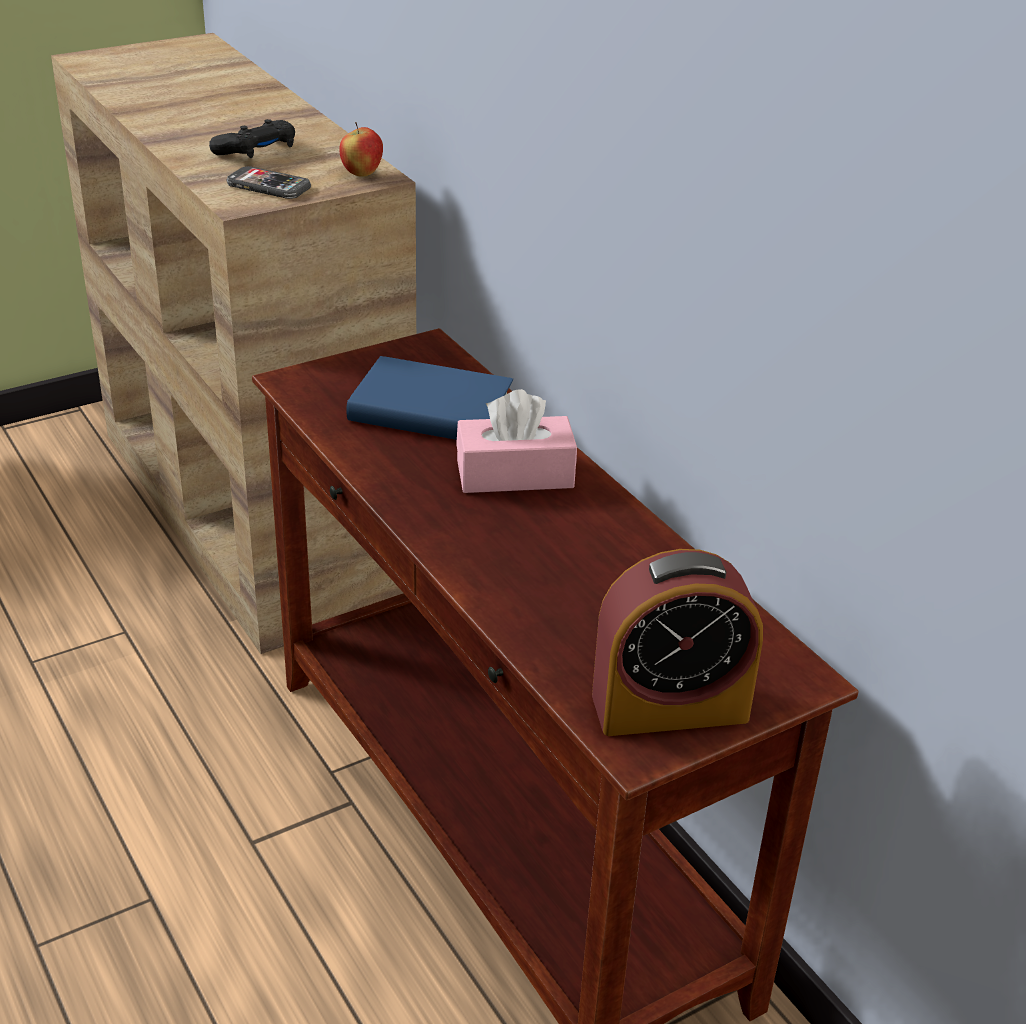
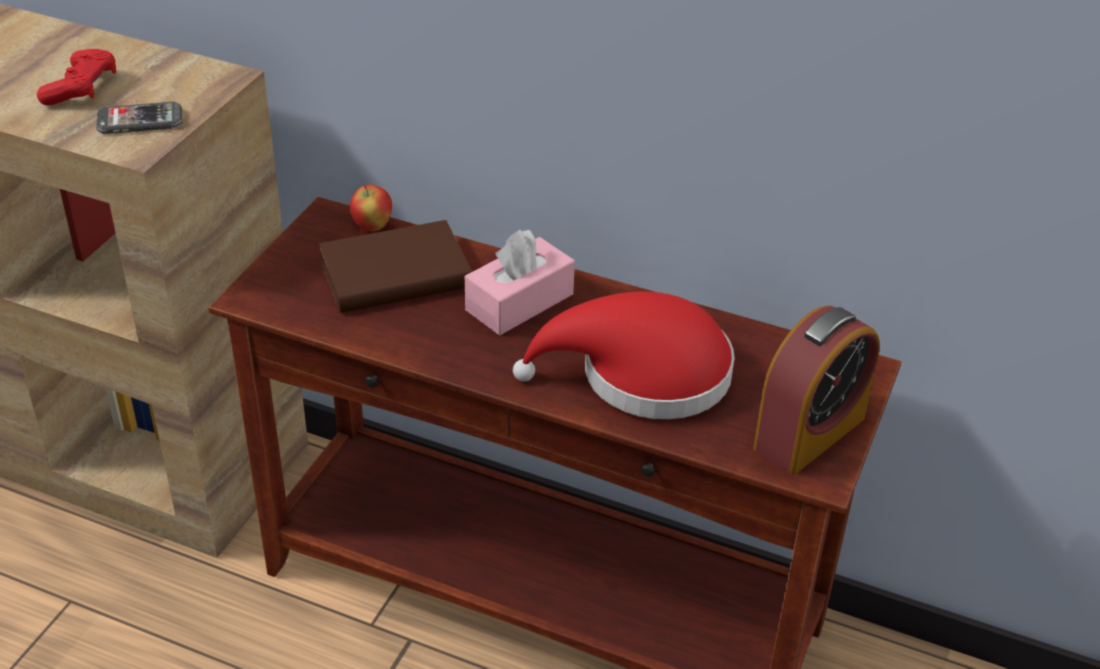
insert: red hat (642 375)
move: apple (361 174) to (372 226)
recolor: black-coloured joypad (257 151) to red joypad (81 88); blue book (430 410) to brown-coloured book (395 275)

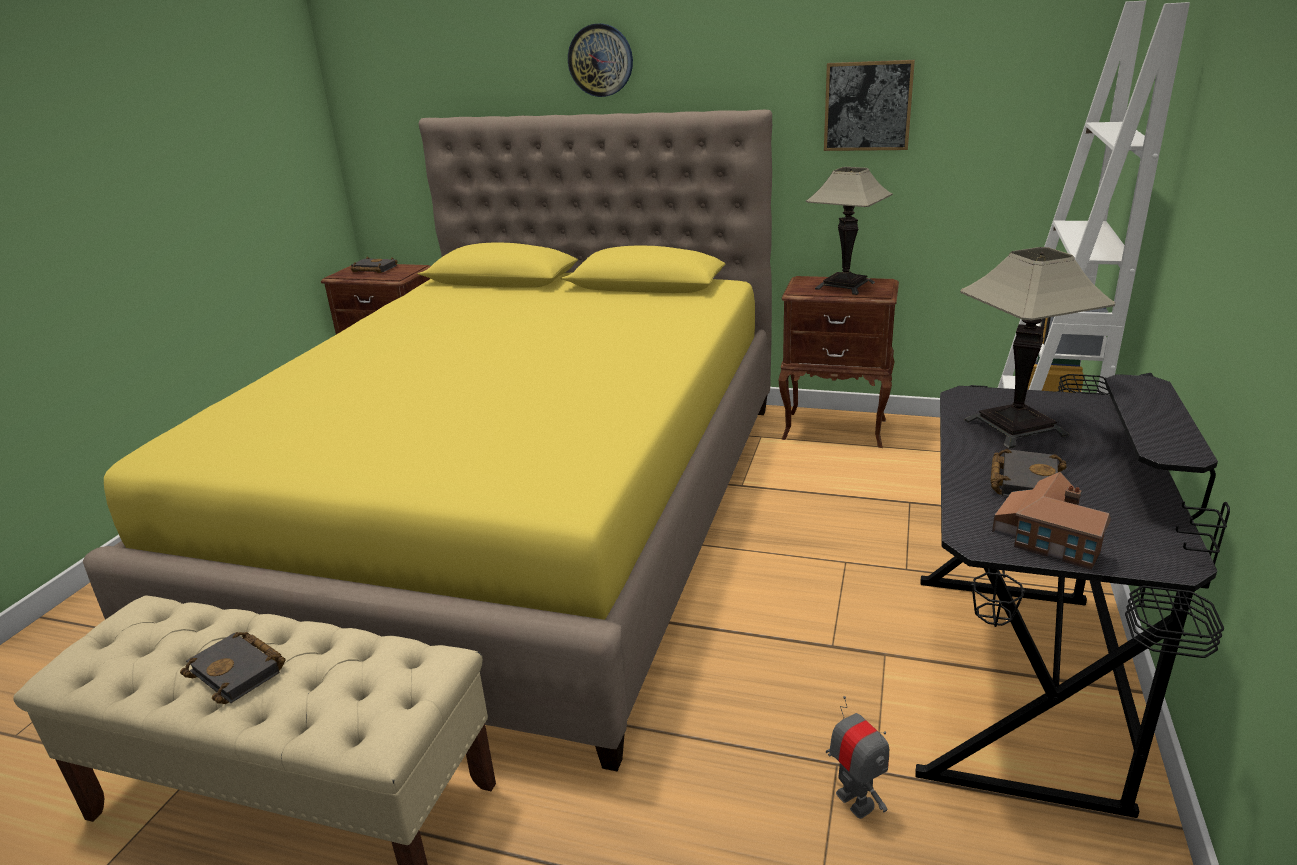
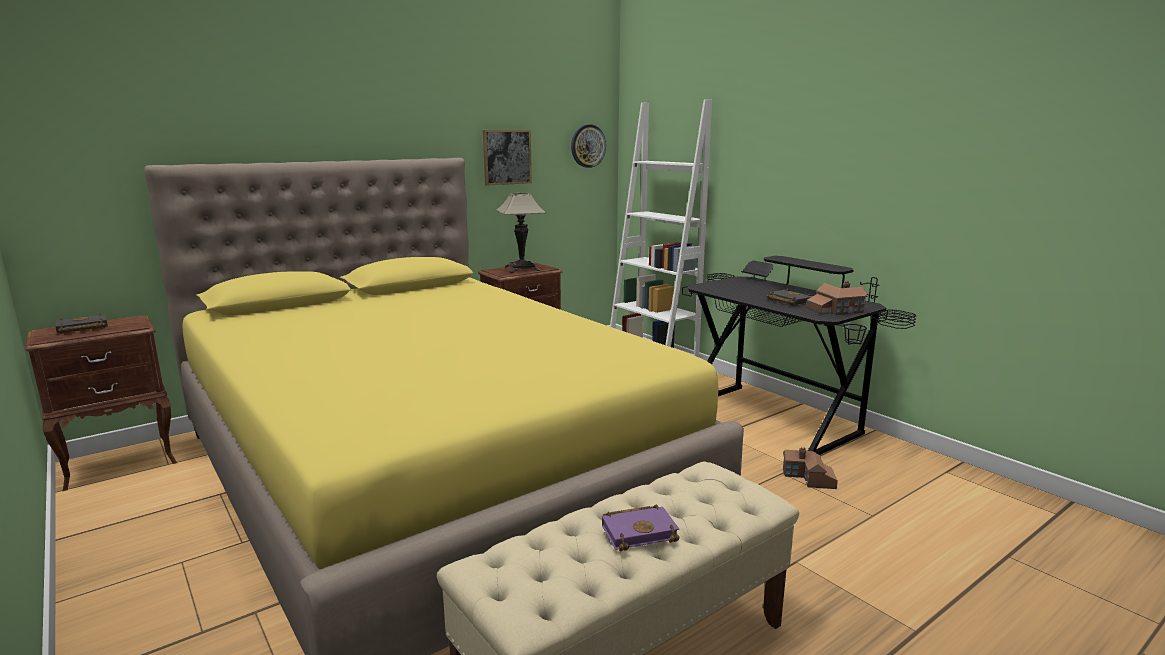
delete: lamp for a table (1015 427)
move: clock on the wall (600 60) to (587 146)
replace: robot figure (855 801) to miniature house (809 478)
recolor: black-coloured book (240 672) to purple-coloured book (640 531)

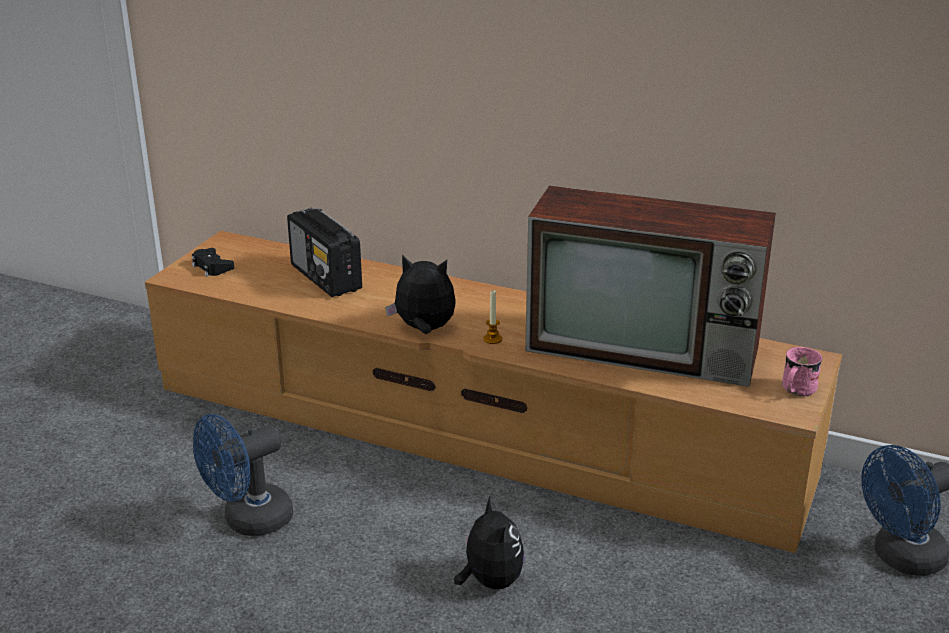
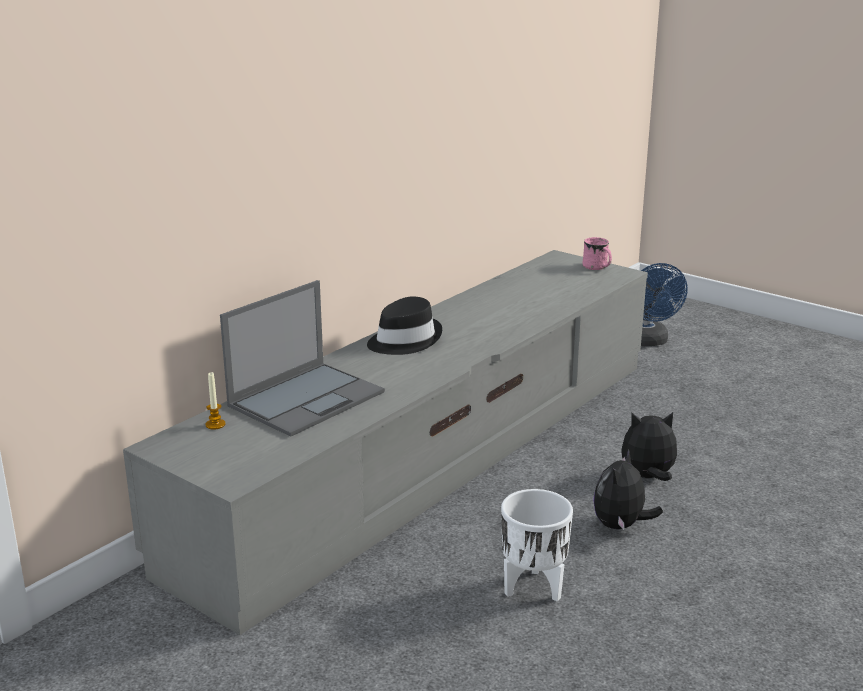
delete: black-coloured joypad (212 267); TV set (647 349)
insert: black-coloured hat (404 340)
move: wax candle (492 339) to (215 424); cuddly toy (424 330) to (621 526)
replace: radio receiver (326 278) to laptop (307 398); blue fan (248 521) to white-coloured plant pot (533 587)
recolor: brown-coloured tv unit (475 427) to greyish tv unit (430 454)

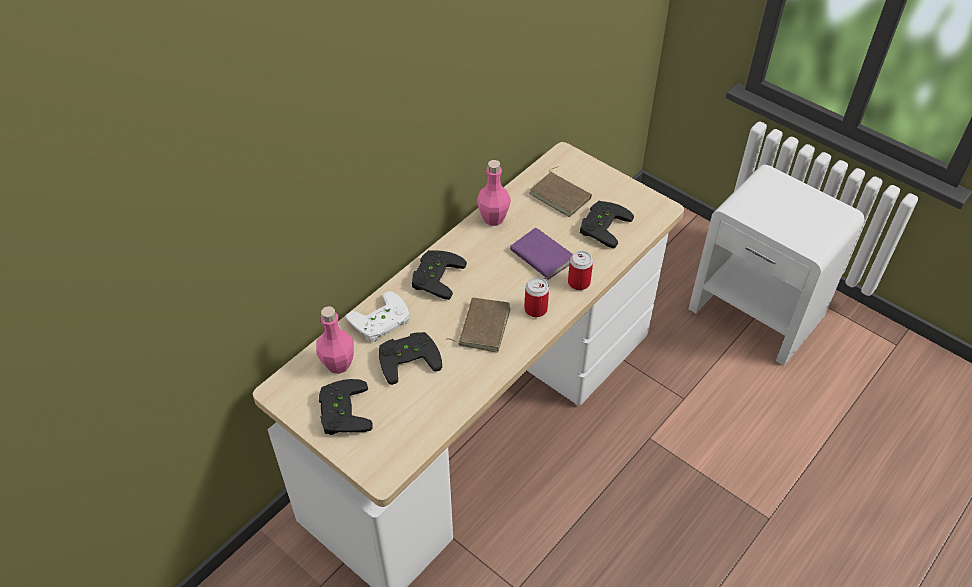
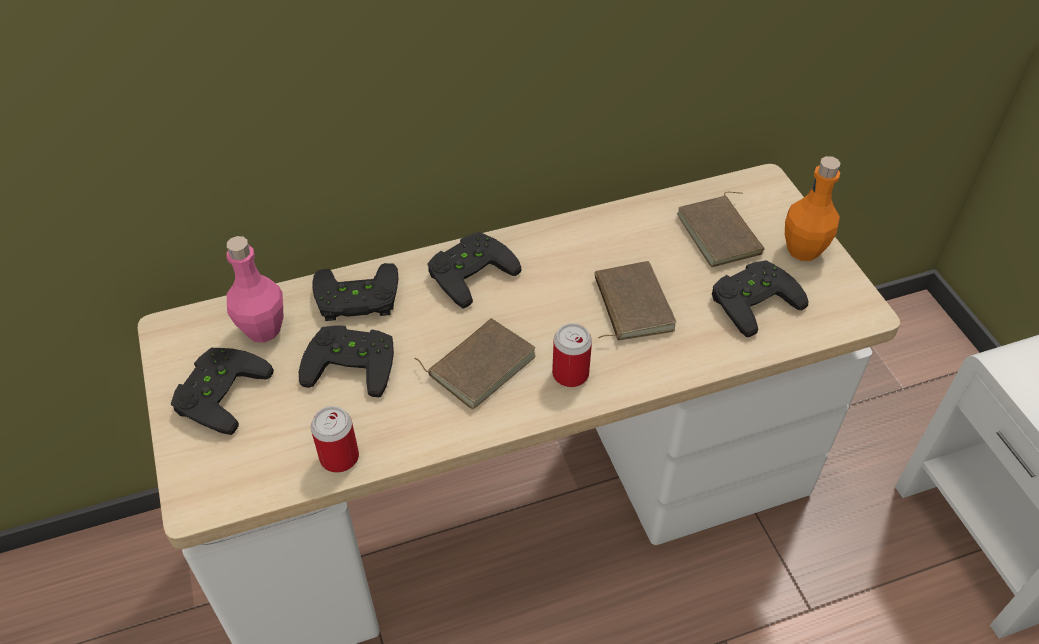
delete: pink drink bottle (493 218)
insert: orangey drink bottle (803 250)
move: metal can (579 282) to (339 457)
recolor: white-coloured joypad (381 322) to black-coloured joypad (356 300); purple-coloured book (540 257) to brown-coloured book (630 305)

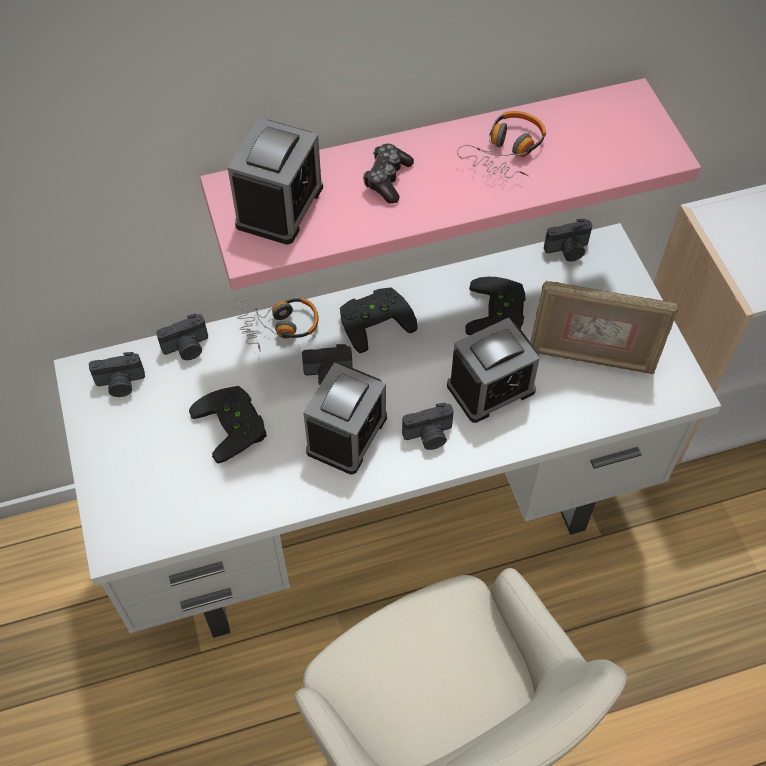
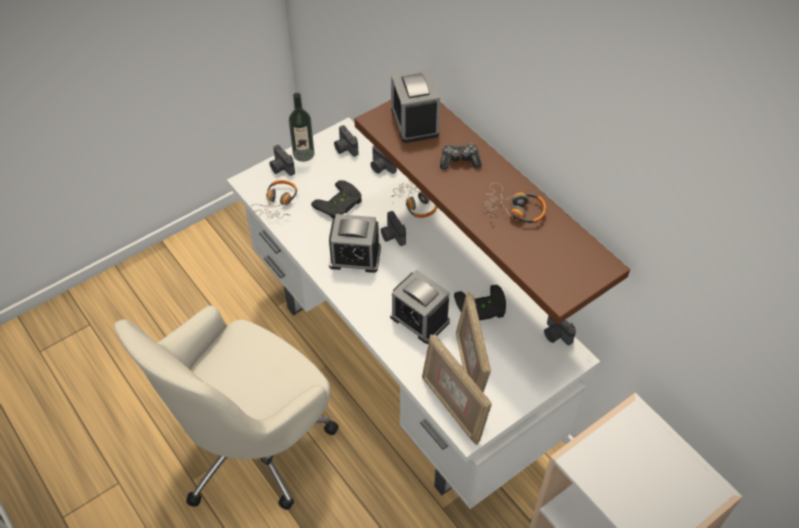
delete: black-coloured joypad (374 319)
insert: headset (277 203); drink bottle (303 154); photo frame (452 407)
move: photo camera (429 436) to (281 168)
recolor: pink bracket shelf (428 162) to brown-coloured bracket shelf (513 192)
rotate: bedside clock (279 206) = (414 122) 75 degrees clockwise

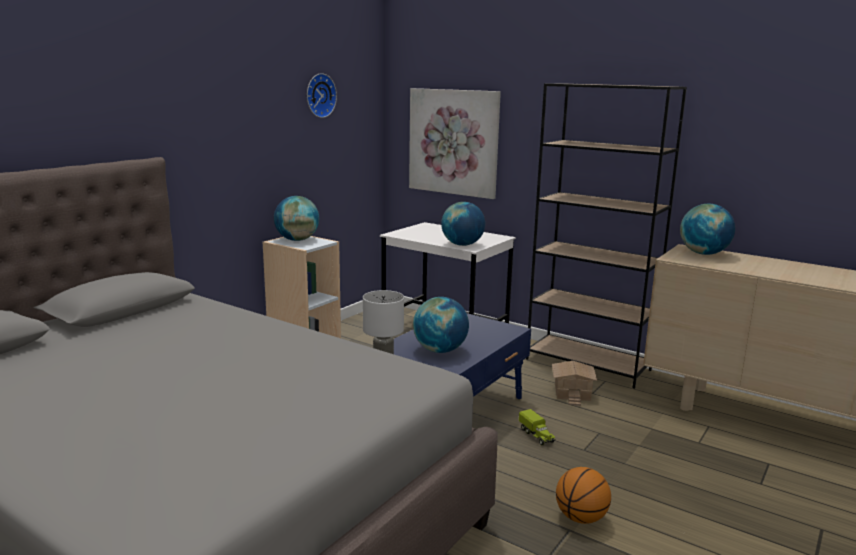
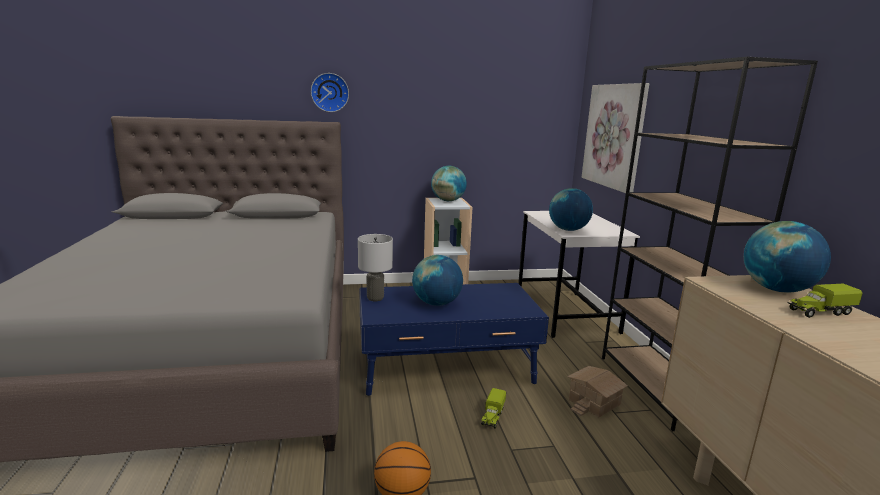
insert: toy lorry (819 312)
move: clock on the wall (319 95) to (330 92)

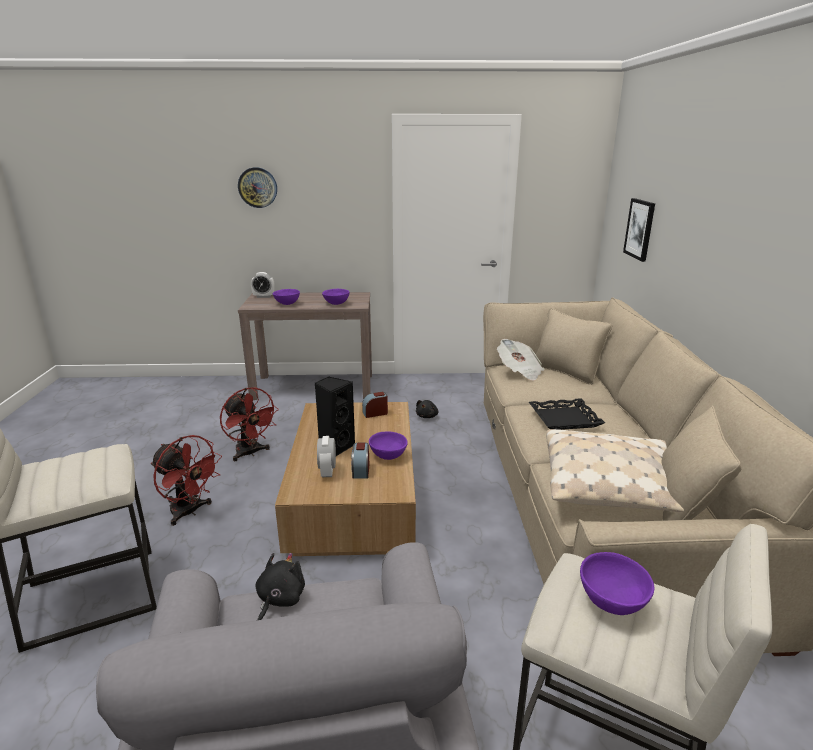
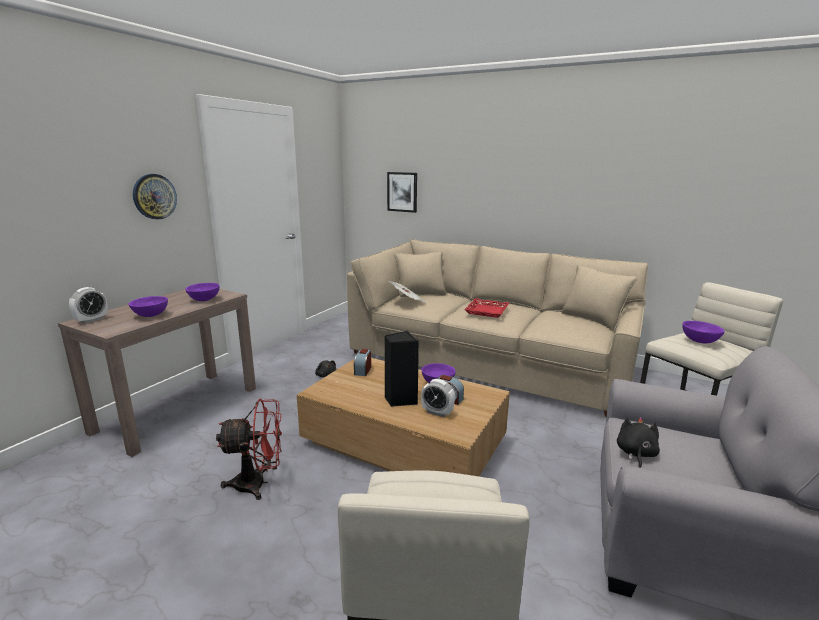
delete: red fan (190 512); beige-coloured pillow (609 485)
move: clock on the wall (257 187) to (154 196)
recolor: black-coloured carrying tray (564 419) to red carrying tray (487 311)
rotate: black-coloured cuddly toy (279 599) = (635 453) 60 degrees clockwise

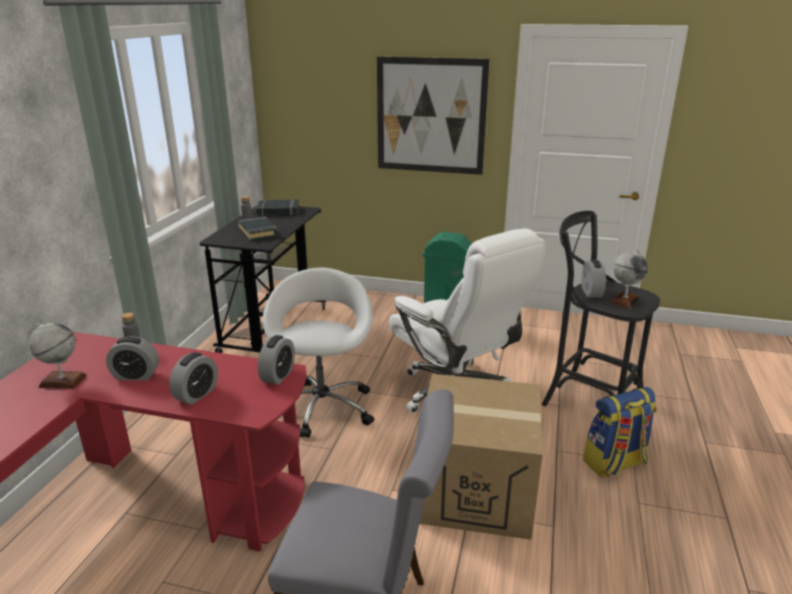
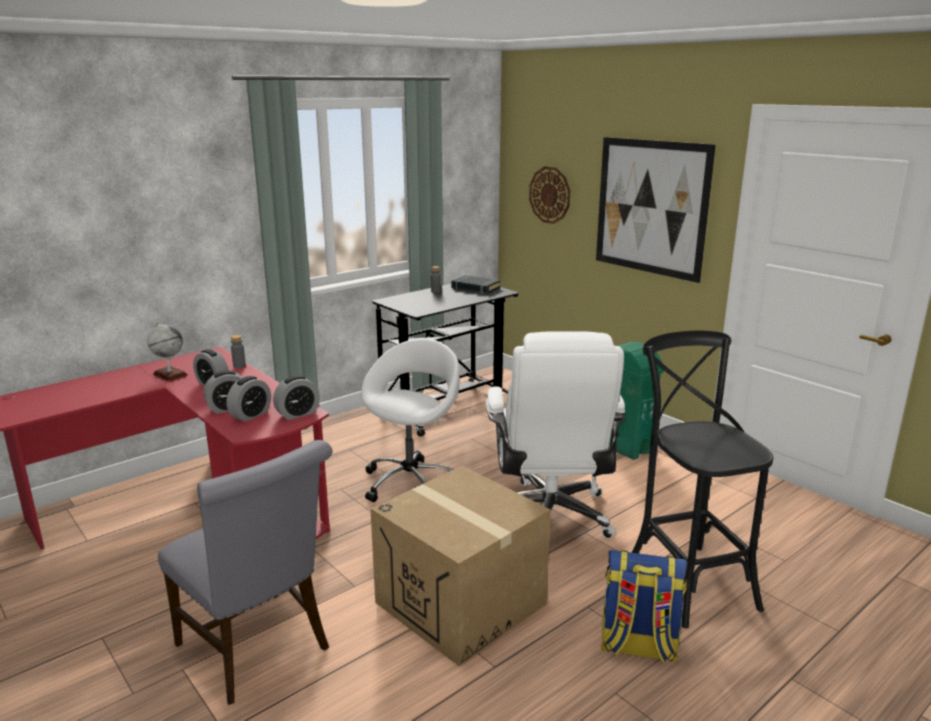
delete: black-coloured book (257 231); desk globe (625 301)
insert: clock on the wall (550 195)
move: bedside clock (591 292) to (250 415)

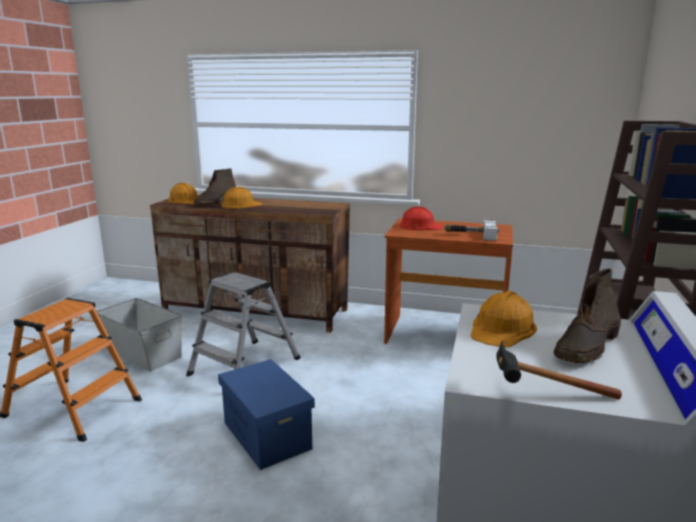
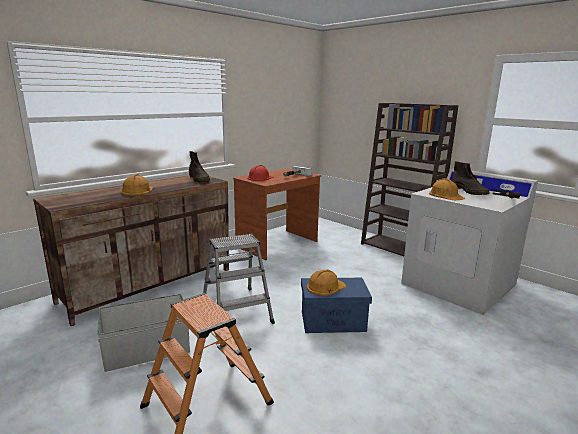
move: brown-coloured high-top boot (216 202) to (199 179); orangey work helmet (186 200) to (325 286)

